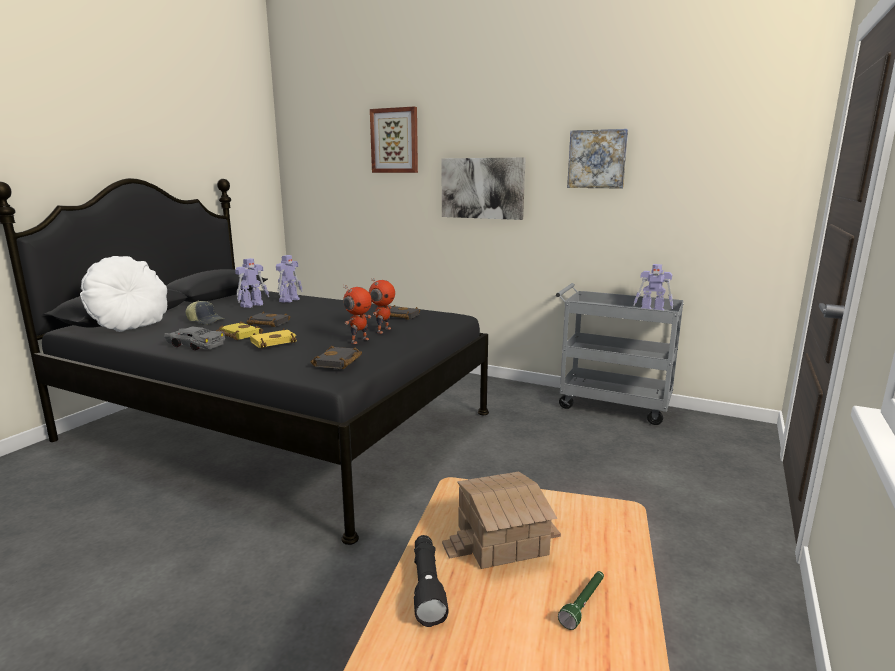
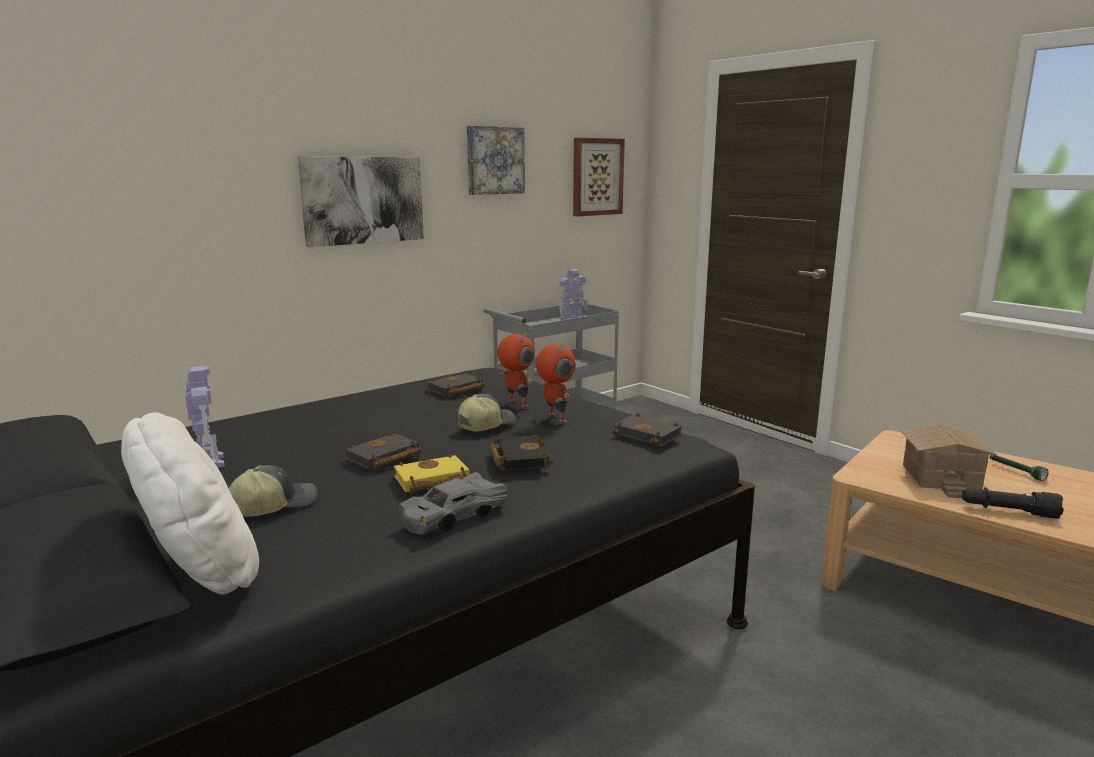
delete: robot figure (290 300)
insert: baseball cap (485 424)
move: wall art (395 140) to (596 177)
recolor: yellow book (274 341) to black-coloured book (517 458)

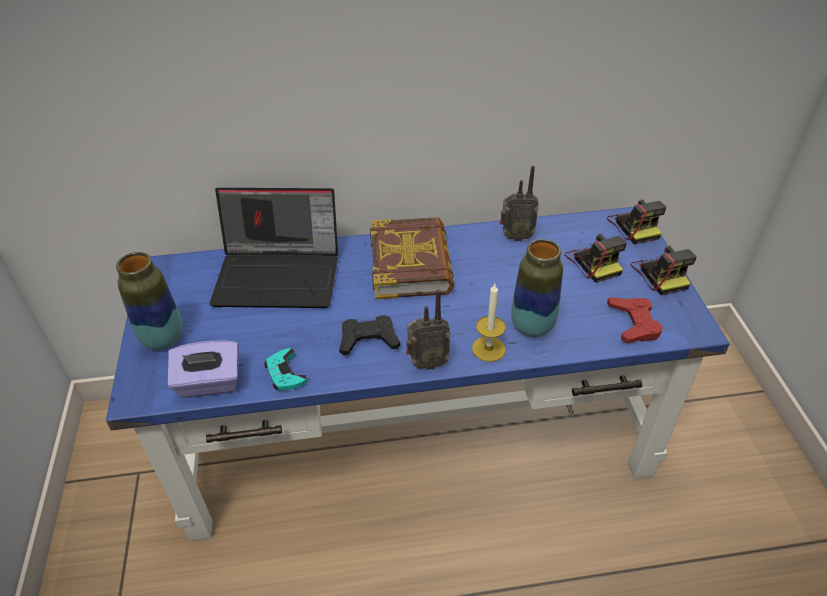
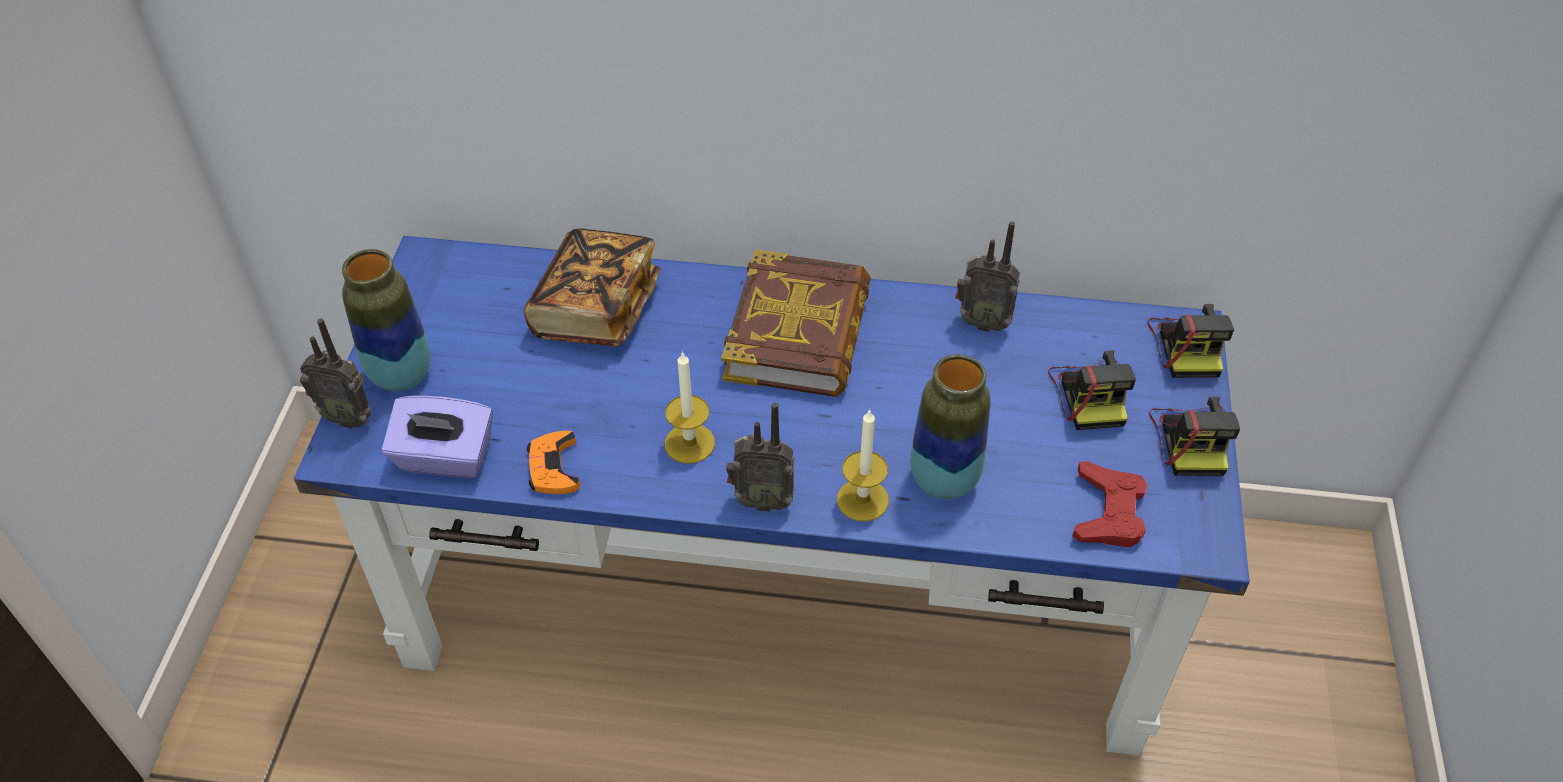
insert: radio receiver (348 417)
replace: laptop (280 275) to book (596 309); black-coloured joypad (368 339) to wax candle (689 443)
recolor: turquoise-coloured joypad (285 373) to orangey joypad (553 468)

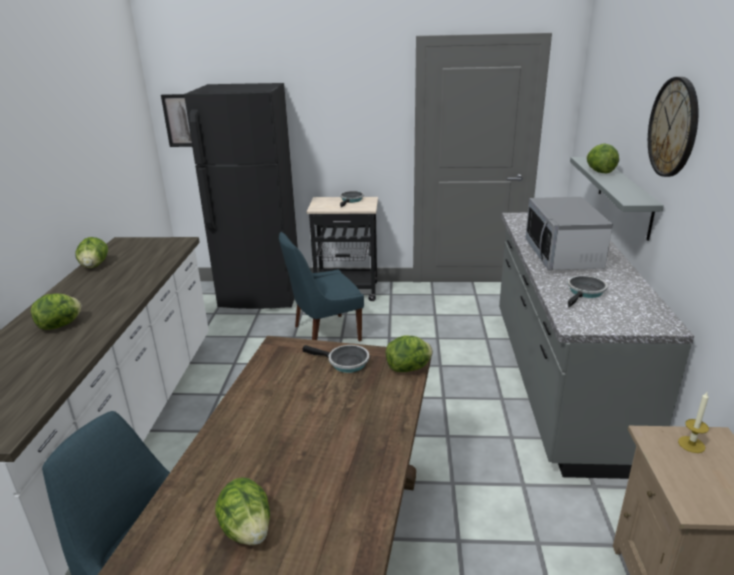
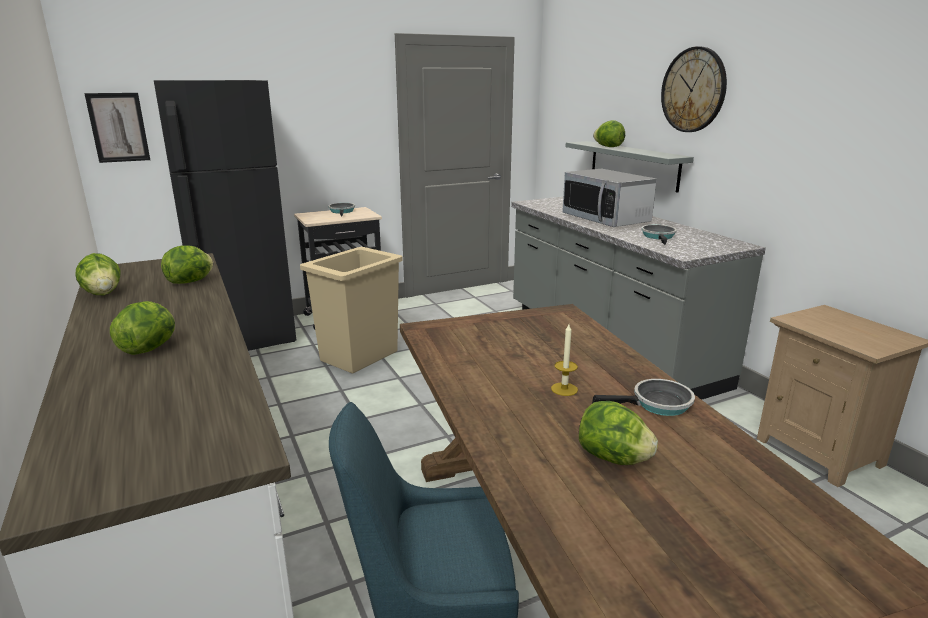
move: lettuce head (409 368) to (191 281); wax candle (691 444) to (564 389); skillet (345 362) to (657 404)
replace: blue upright chair (324 334) to beige-coloured rubbish bin (358 356)

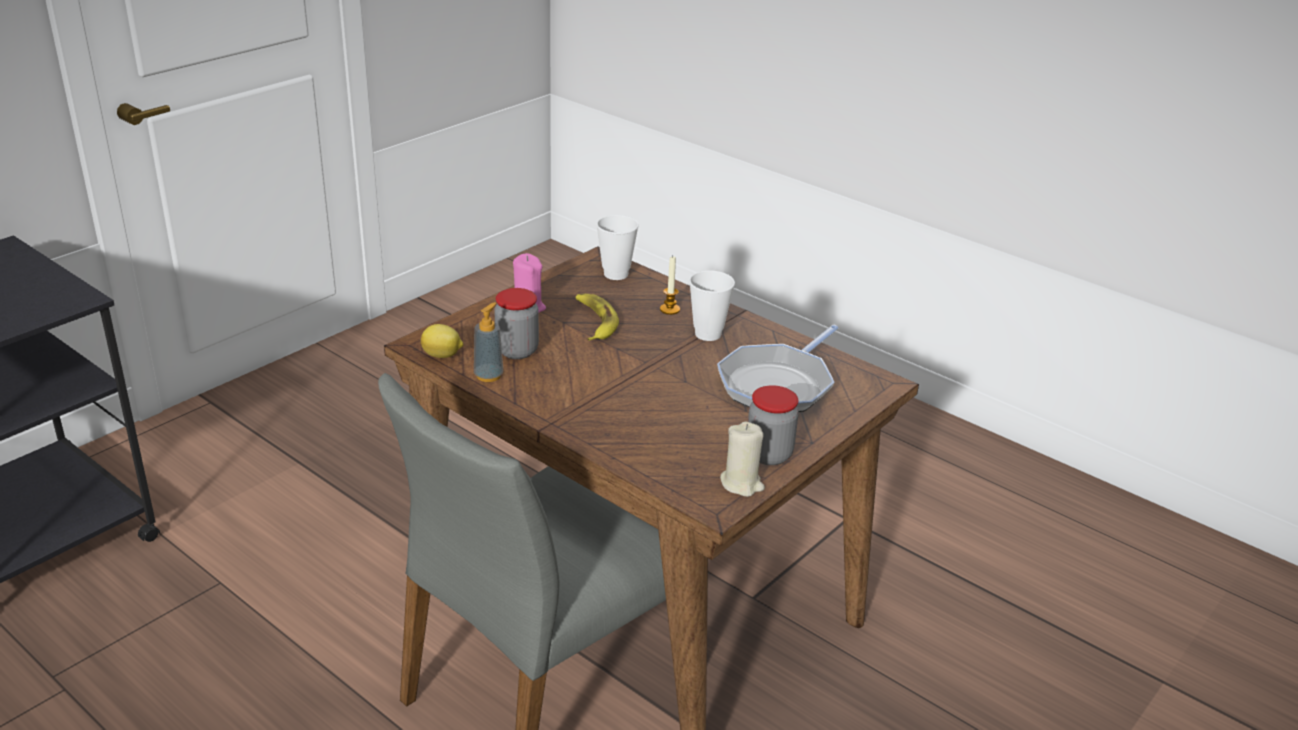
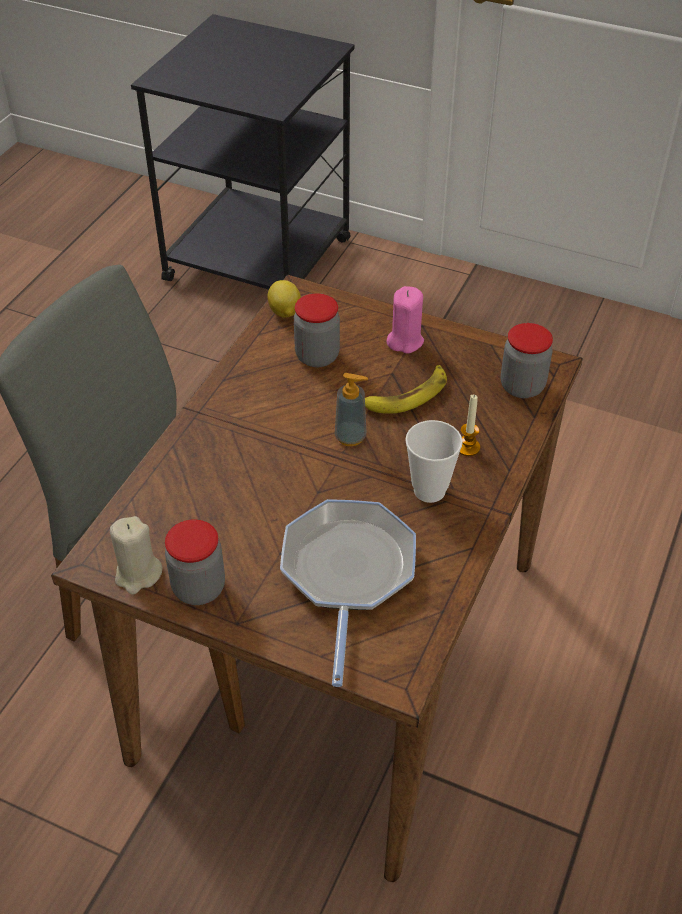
move: soap bottle (488 375) to (350 437)
replace: small cup (616 274) to jar (522 386)
rotate: skillet (778 384) = (347 573) 75 degrees clockwise

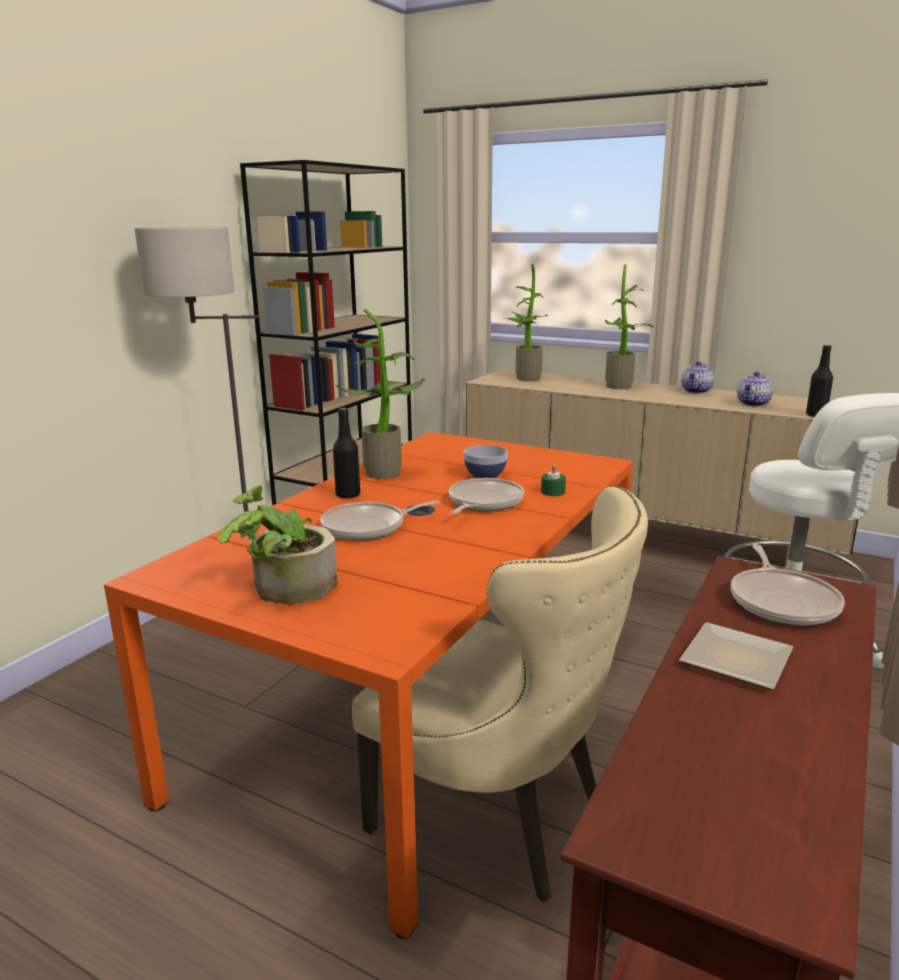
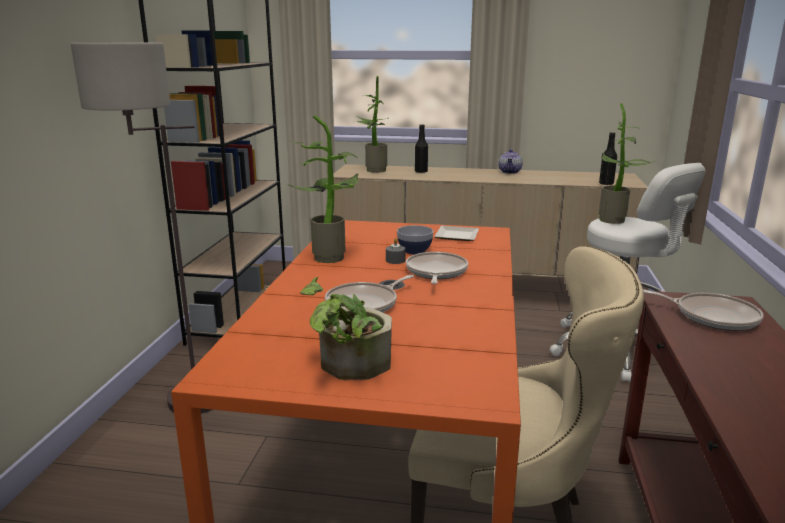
delete: green wax candle (553 492); teapot (753 404)
insert: greyish wax candle (395 260)
move: black-coloured drink bottle (348 495) to (421 172); plate (731 661) to (455 236); plant in a pot (622 387) to (616 220)
rotate: skillet (782 601) = (712 316) 45 degrees counterclockwise

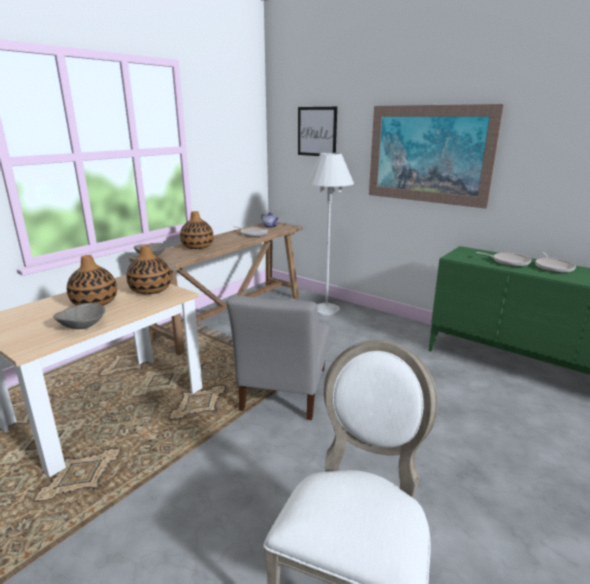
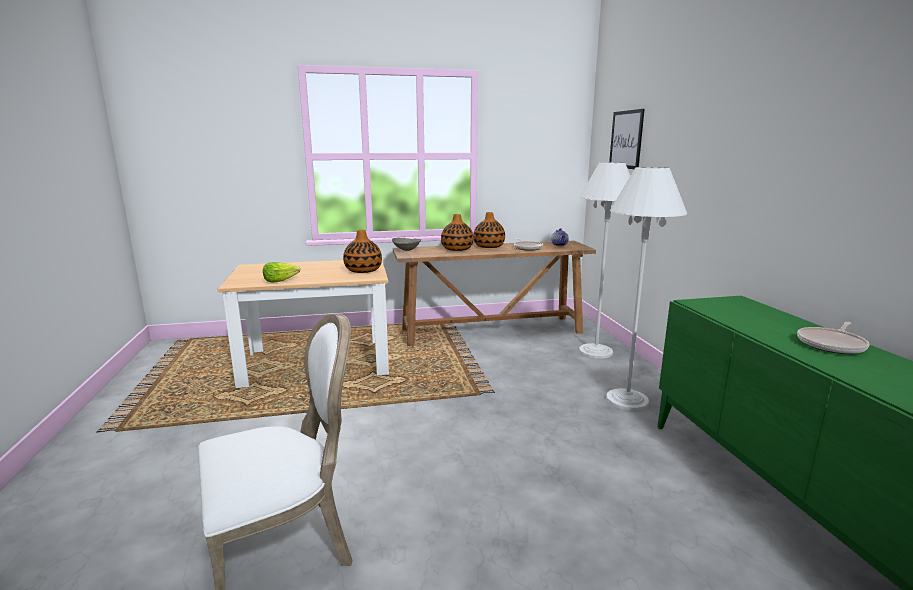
delete: greyish upright chair (283 391); wall art (428 154); skillet (508 262)
insert: white-coloured standard lamp (627 400)
move: decorative vase (94 303) to (489 246)
replace: greyish bowl (82 327) to lettuce head (280 280)

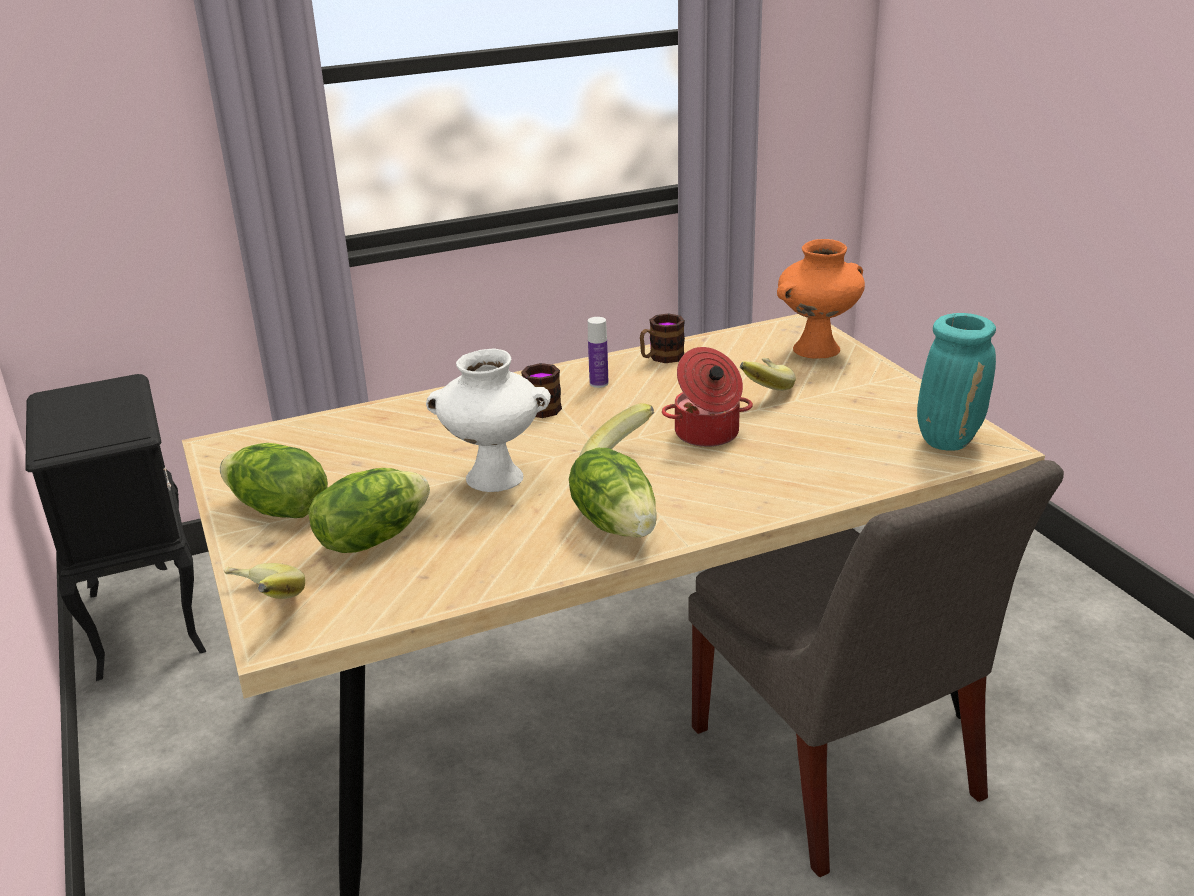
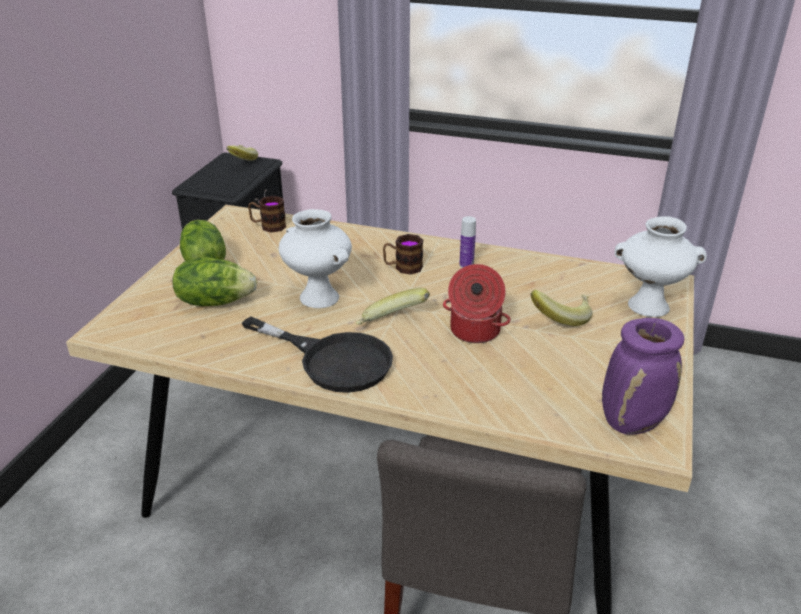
move: banana (262 605) to (240 161); mug (661 358) to (268 226)
replace: lettuce head (616 523) to black-coloured skillet (333 360)
recolor: turquoise-coloured decorative vase (948 439) to purple-coloured decorative vase (632 422); orangey decorative vase (816 350) to white-coloured decorative vase (647 307)

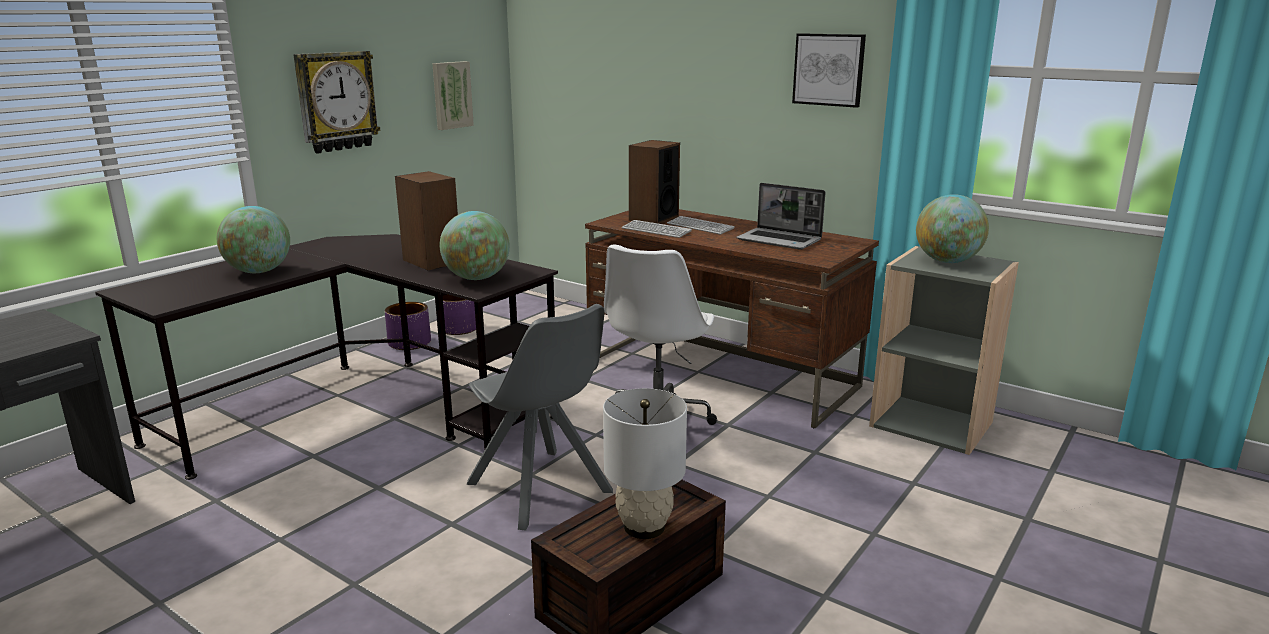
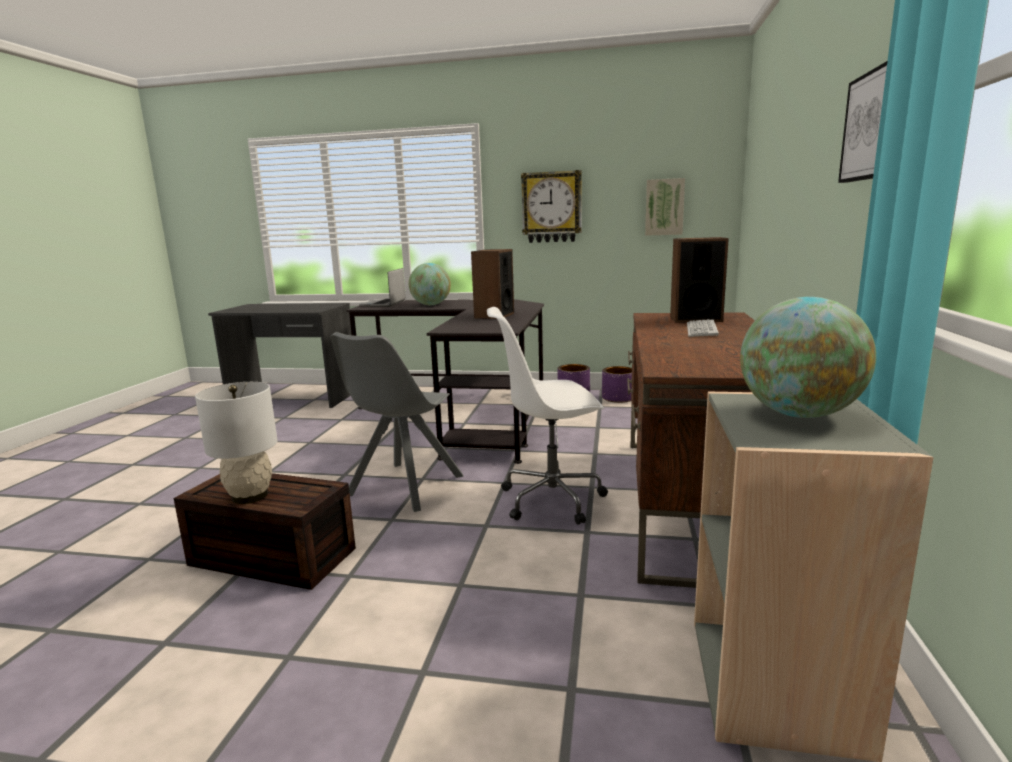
delete: desk globe (477 278); keyboard (656 230)
move: laptop (780 240) to (384 304)

